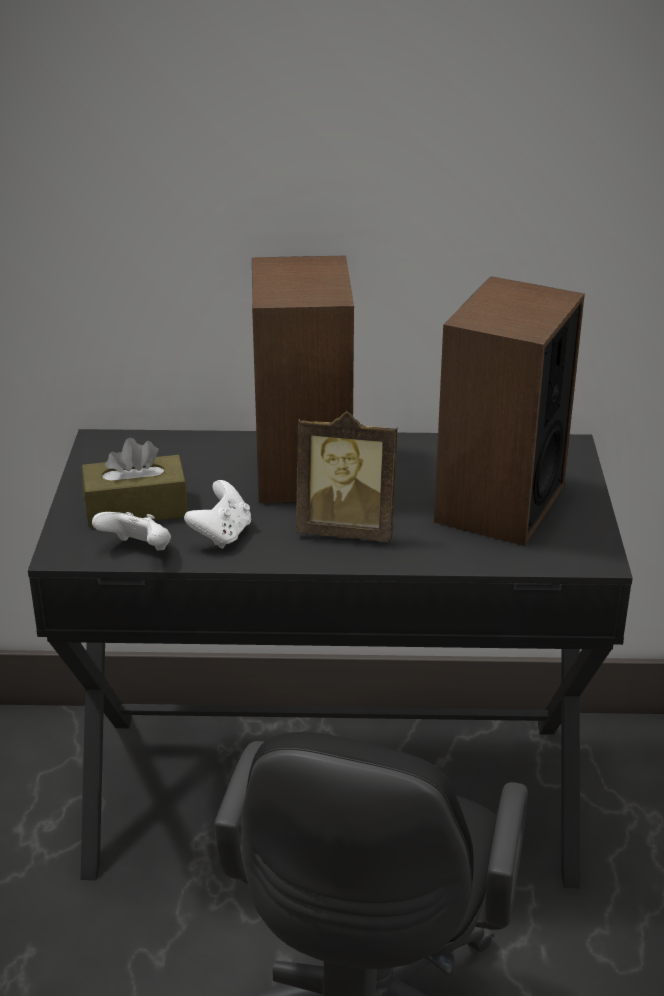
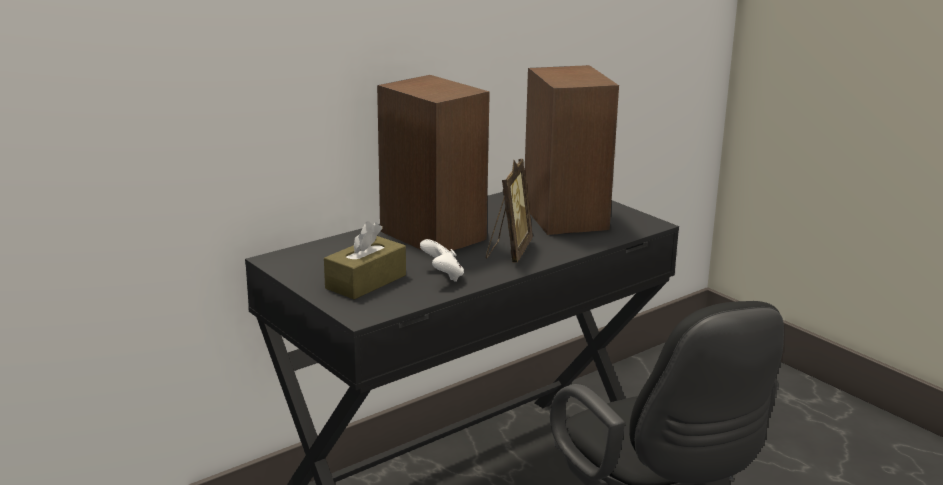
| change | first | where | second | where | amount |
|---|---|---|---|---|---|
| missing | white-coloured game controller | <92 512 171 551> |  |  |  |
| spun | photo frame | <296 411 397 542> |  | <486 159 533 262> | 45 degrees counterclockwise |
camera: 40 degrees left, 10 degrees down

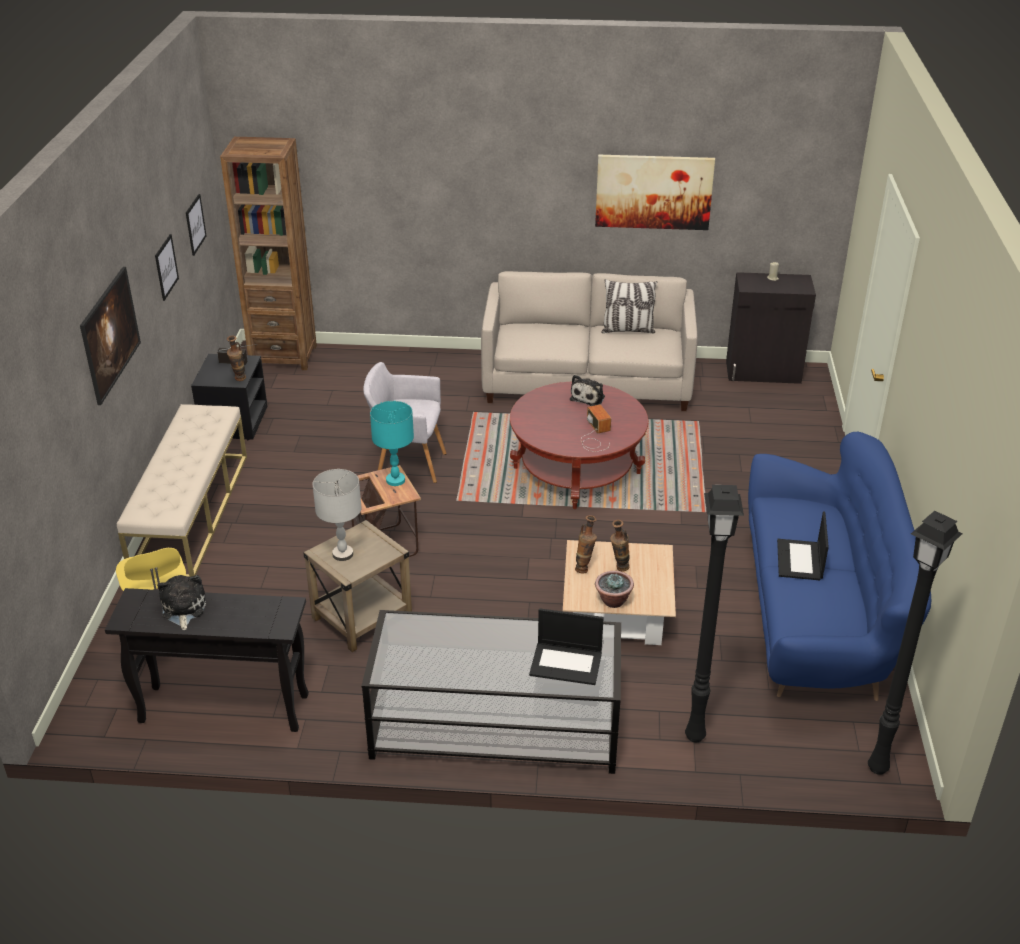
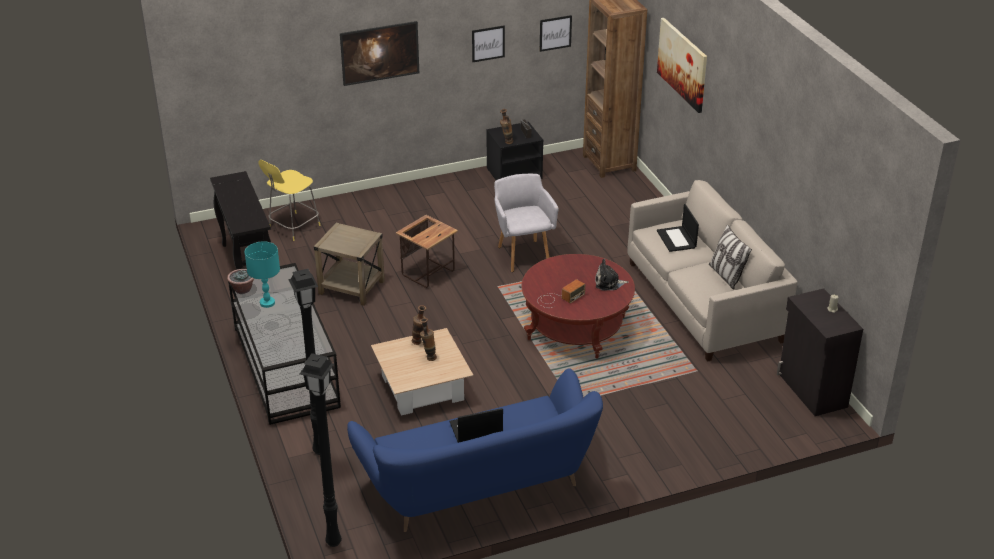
| change | first | where | second | where | amount |
|---|---|---|---|---|---|
| missing | sand-coloured long seat | <117 404 247 577> |  |  |  |
| missing | cuddly toy | <157 575 206 630> |  |  |  |
| missing | greyish lamp for a table | <312 469 362 561> |  |  |  |
| relocated | turquoise lamp for a table | <370 401 414 486> |  | <245 241 280 308> |  |
| relocated | portable computer | <529 608 604 685> |  | <657 204 699 252> |  |
| relocated | picture | <595 155 715 230> |  | <657 18 707 113> |  |
| relocated | potted plant | <595 571 634 608> |  | <227 269 254 294> |  |
camera: 65 degrees right, 0 degrees up

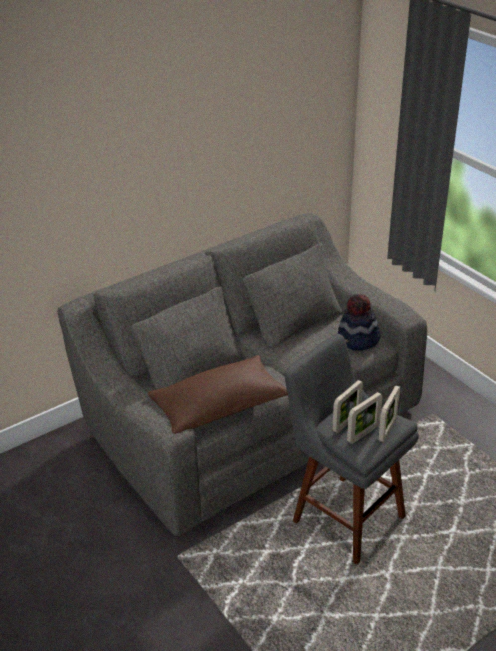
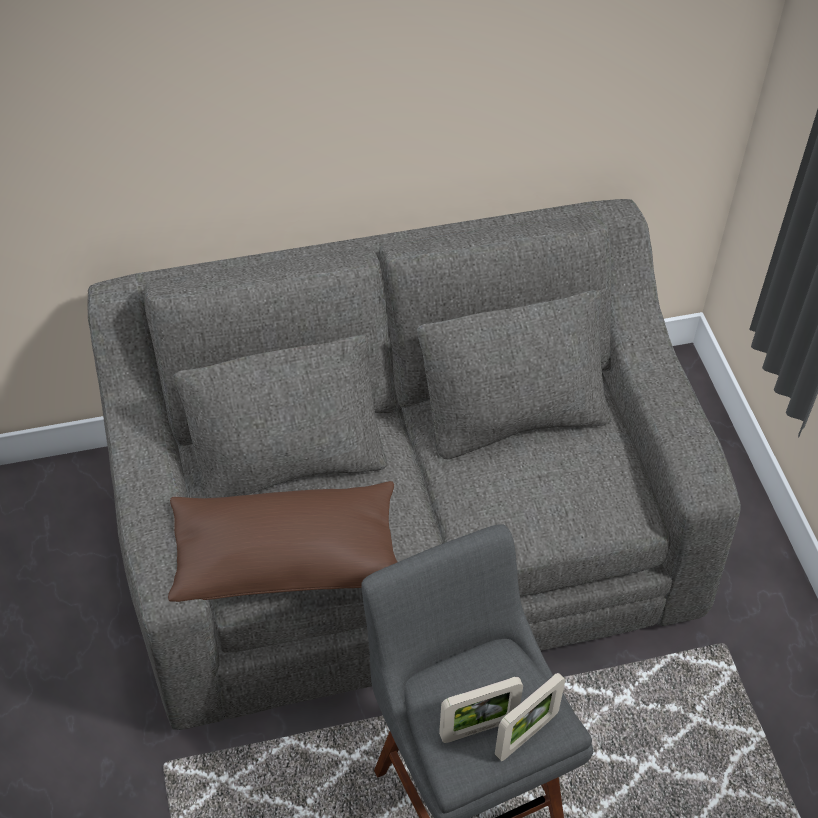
| change | first | where | second | where | amount |
|---|---|---|---|---|---|
| missing | photo frame | <332 380 363 433> |  |  |  |
| missing | hat | <338 294 381 350> |  |  |  |
camera: 20 degrees right, 15 degrees up

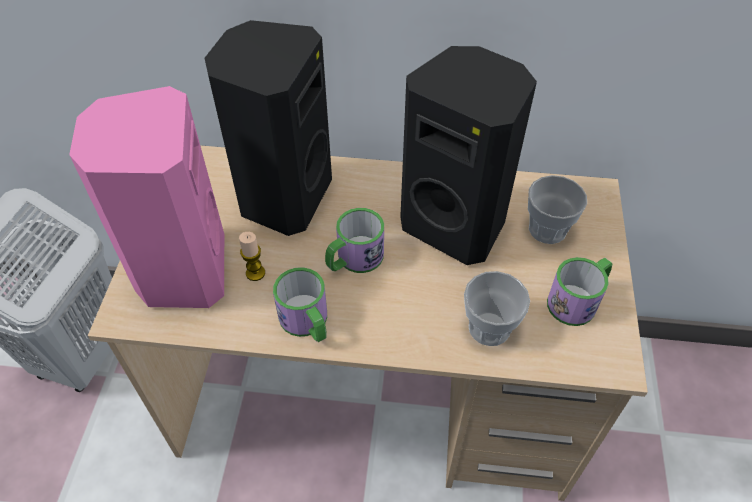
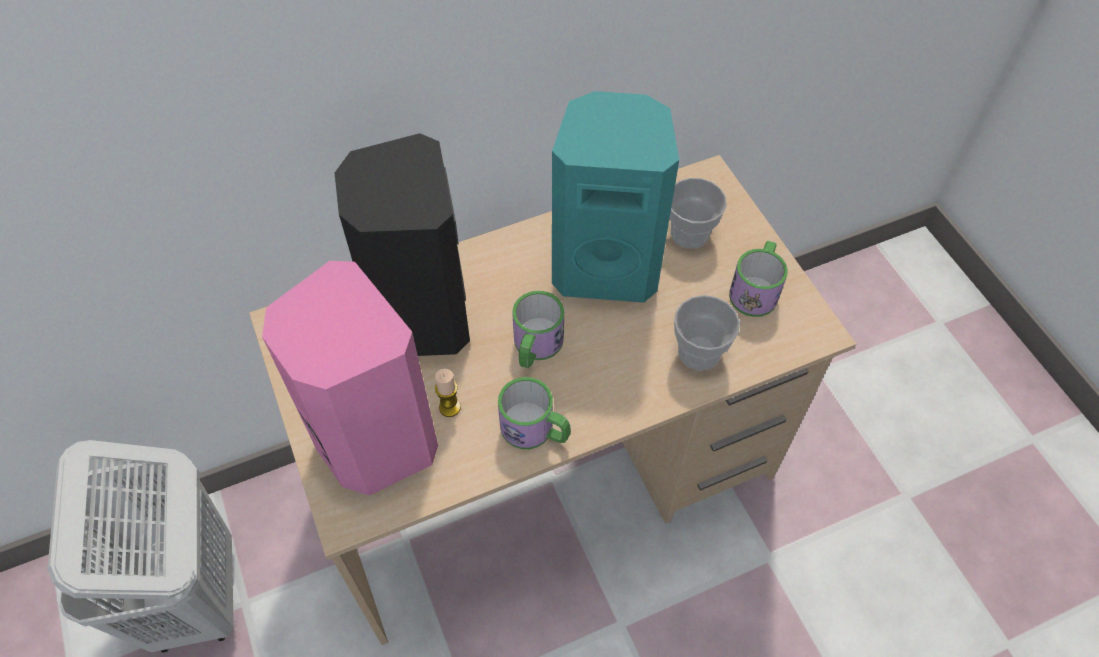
| change | first | where | second | where | amount |
|---|---|---|---|---|---|
| colour | black-coloured speaker | <400 46 537 265> | turquoise speaker | <552 91 679 303> |  |
camera: 30 degrees left, 5 degrees up

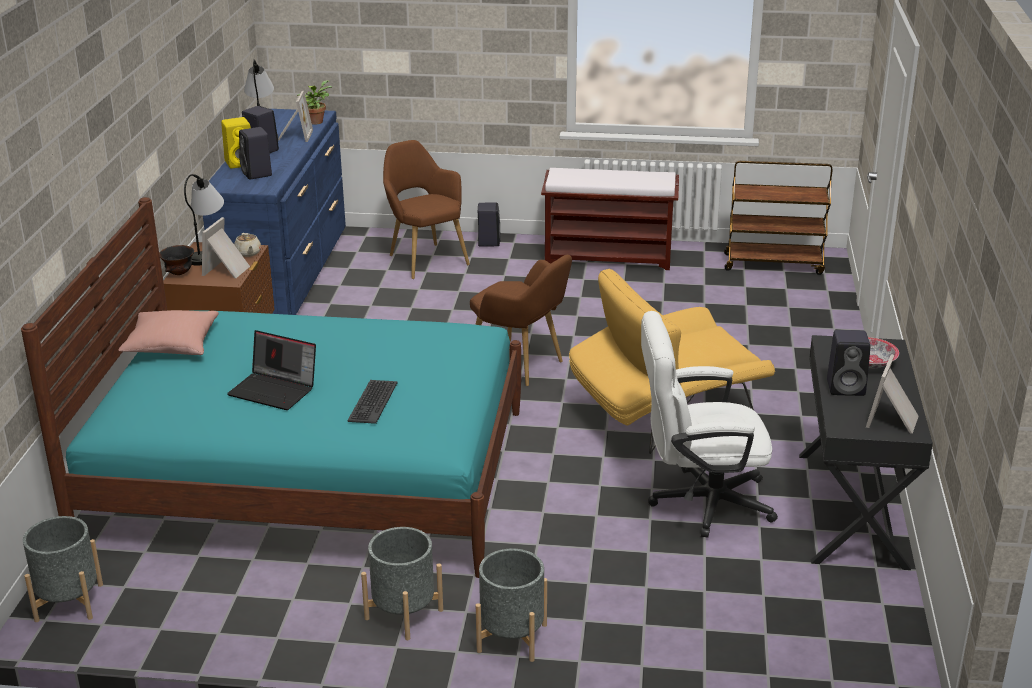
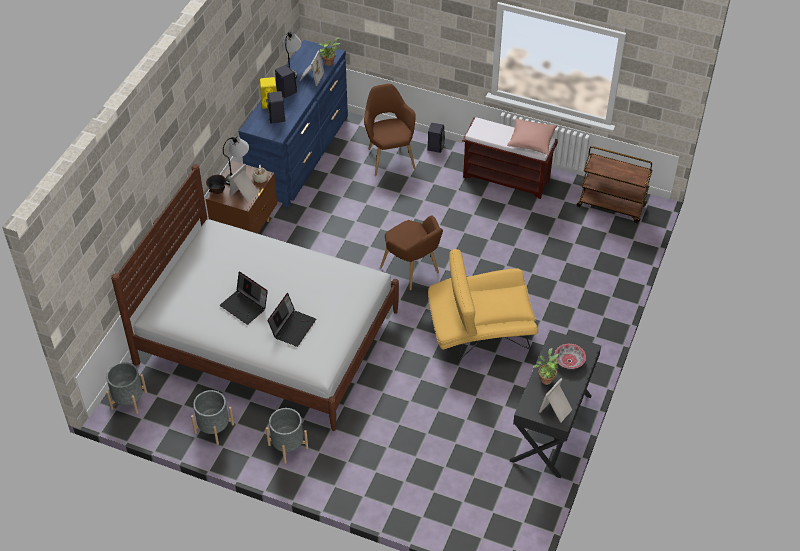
| change | first | where | second | where | amount |
|---|---|---|---|---|---|
| colour | turquoise bedroom bed | <21 197 521 578> | white-coloured bedroom bed | <111 164 399 431> |  |
| relocated | pinkish cushion | <118 310 219 355> |  | <507 118 557 155> |  |
| exchanged | keyboard | <348 380 398 424> | portable computer | <267 293 316 347> |  |
| relocated | greyish planter | <476 548 547 662> |  | <191 390 234 445> |  |
| missing | white-coloured computer chair | <641 311 778 538> |  |  |  |
| exchanged | black-coloured speaker | <827 330 871 396> | potted plant | <533 348 559 385> |  |
camera: 15 degrees right, 20 degrees up

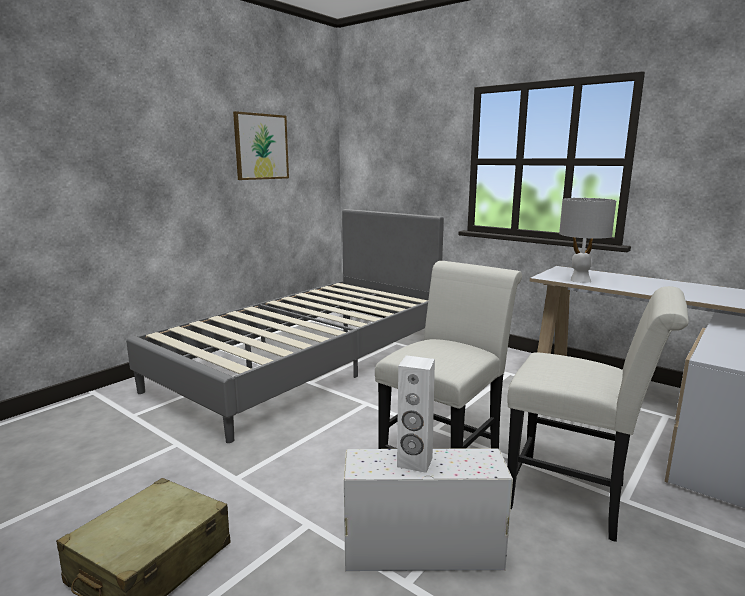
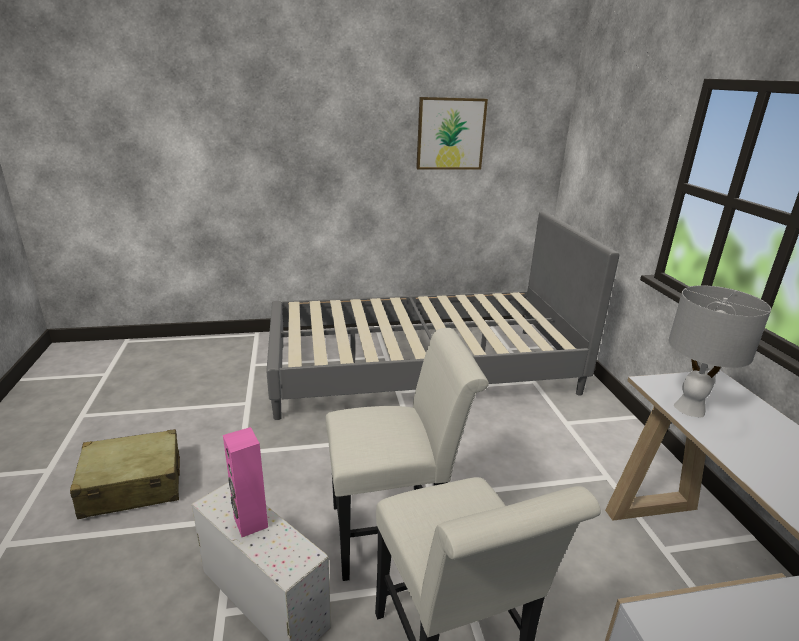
| change | first | where | second | where | amount |
|---|---|---|---|---|---|
| colour | white-coloured speaker | <397 355 435 473> | pinkish speaker | <223 427 268 537> |  |
camera: 40 degrees right, 10 degrees up

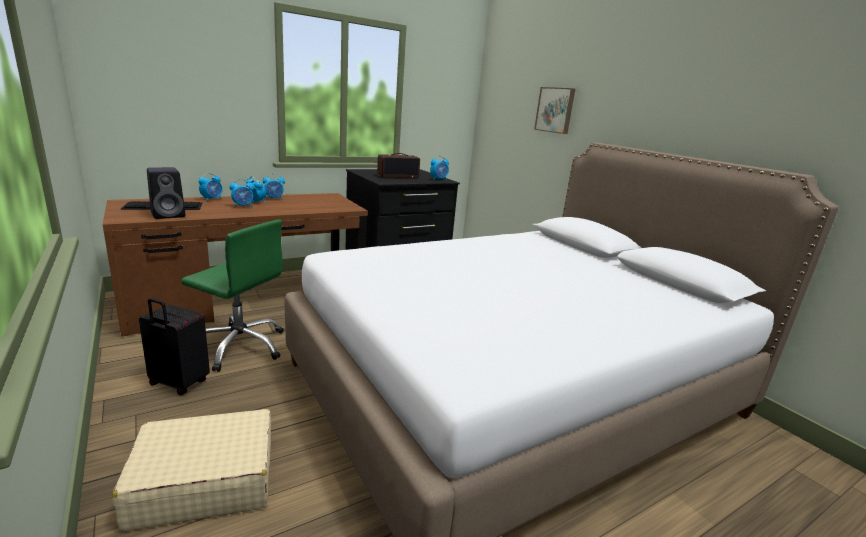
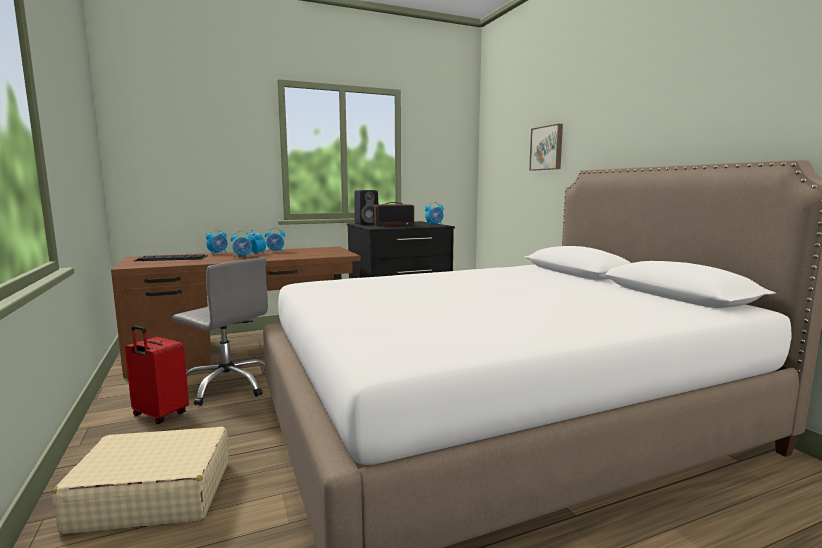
| change | first | where | second | where | amount |
|---|---|---|---|---|---|
| colour | black-coloured suitcase | <139 298 210 395> | red-coloured suitcase | <125 325 189 424> |  |
| relocated | black-coloured speaker | <147 167 185 219> |  | <354 190 379 225> |  |
| colour | green computer chair | <181 220 284 372> | greyish computer chair | <172 258 268 406> |  |
camera: 10 degrees right, 10 degrees down

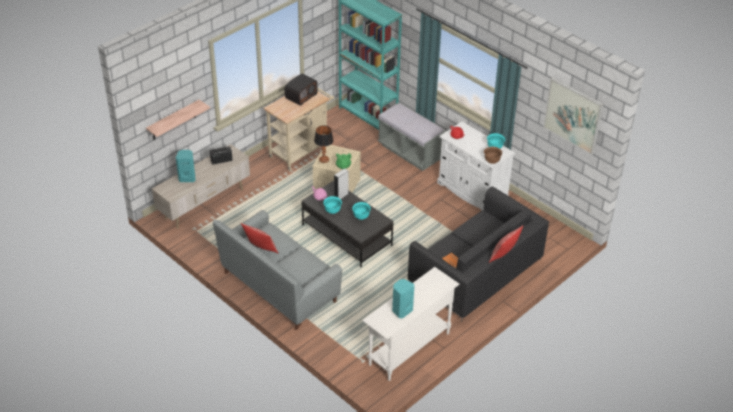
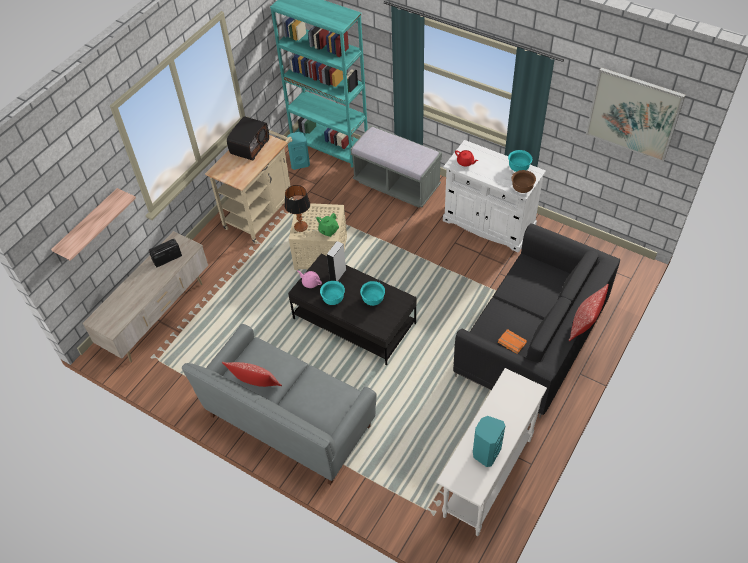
| change | first | where | second | where | amount |
|---|---|---|---|---|---|
| relocated | turquoise speaker | <176 150 196 182> |  | <287 132 310 170> |  |
camera: 10 degrees left, 10 degrees up

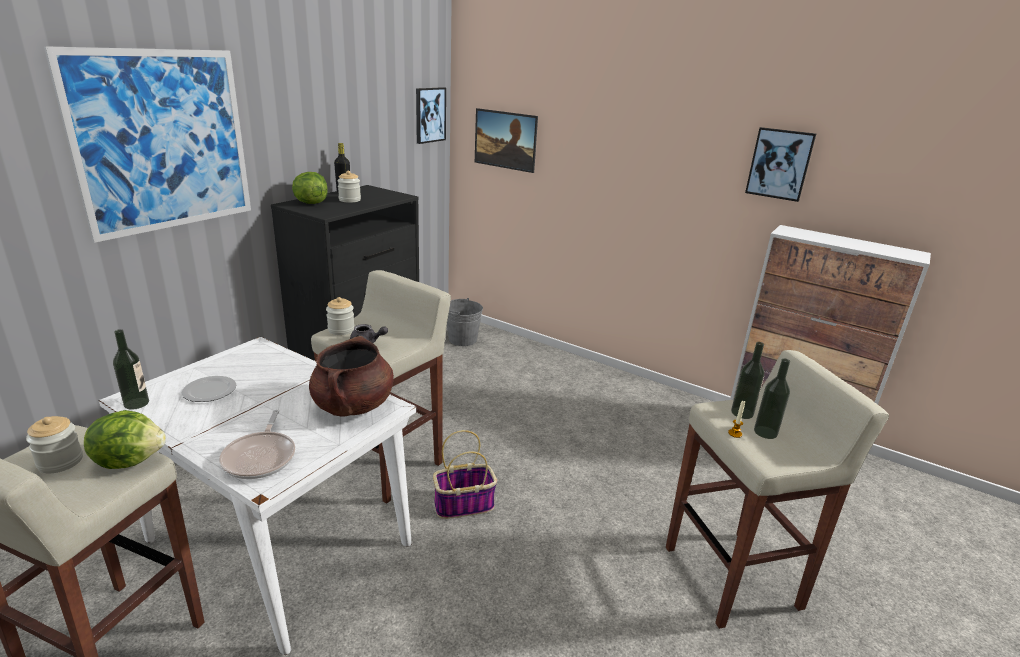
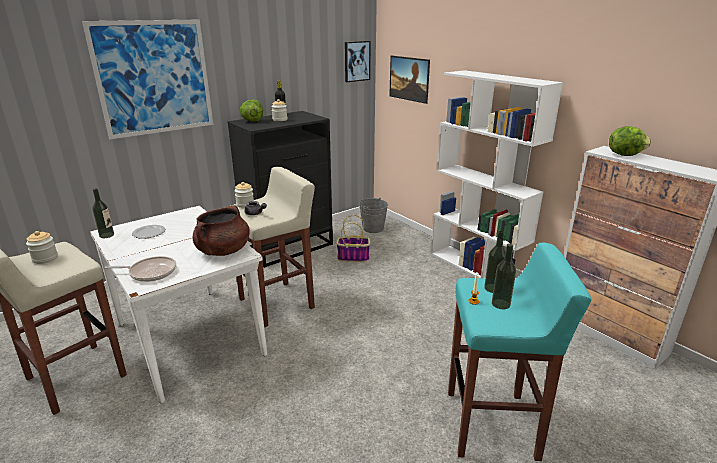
| change | first | where | second | where | amount |
|---|---|---|---|---|---|
| relocated | lettuce head | <84 410 166 469> |  | <609 126 651 156> |  |
| spun | pan | <219 410 295 479> |  | <105 256 176 282> | 105 degrees counterclockwise |
| relocated | storage basket | <433 430 497 519> |  | <336 215 370 262> |  |
| colour | sand-coloured stool | <666 350 889 629> | turquoise stool | <448 243 591 461> |  |
| missing | picture | <745 127 816 202> |  |  |  |
| appeared |  |  | white-coloured bookcase | <431 70 563 279> |  |
camera: 20 degrees right, 0 degrees up

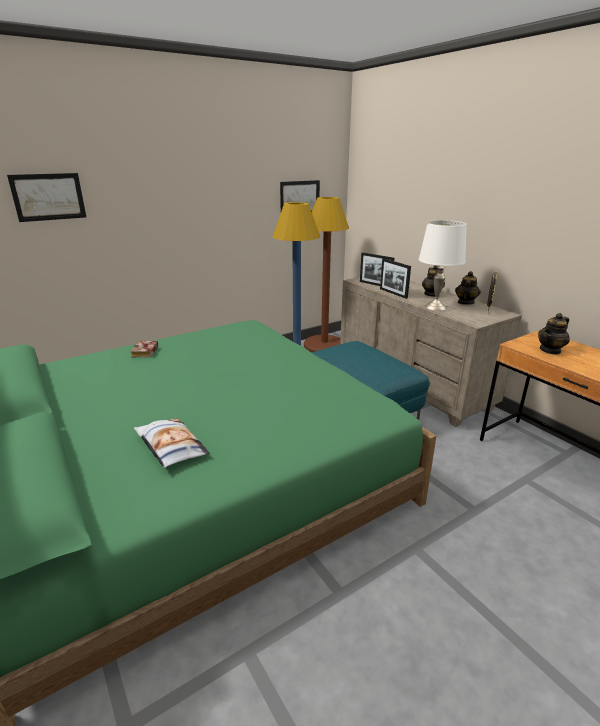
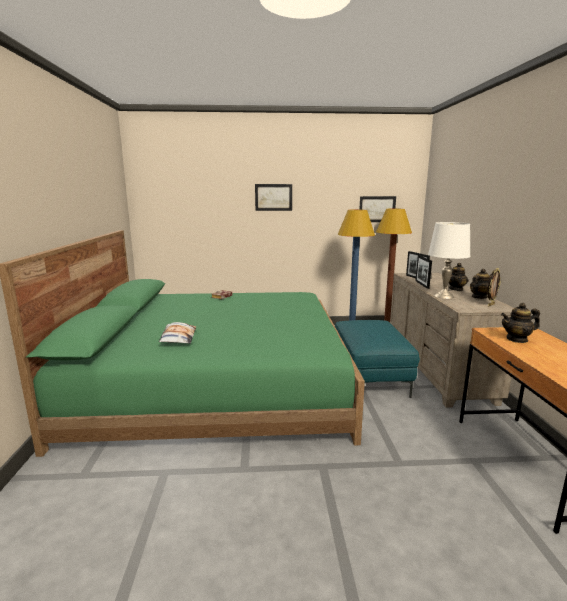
| change | first | where | second | where | amount |
|---|---|---|---|---|---|
| relocated | picture | <7 173 86 222> |  | <255 184 292 211> |  |
camera: 30 degrees right, 10 degrees down

